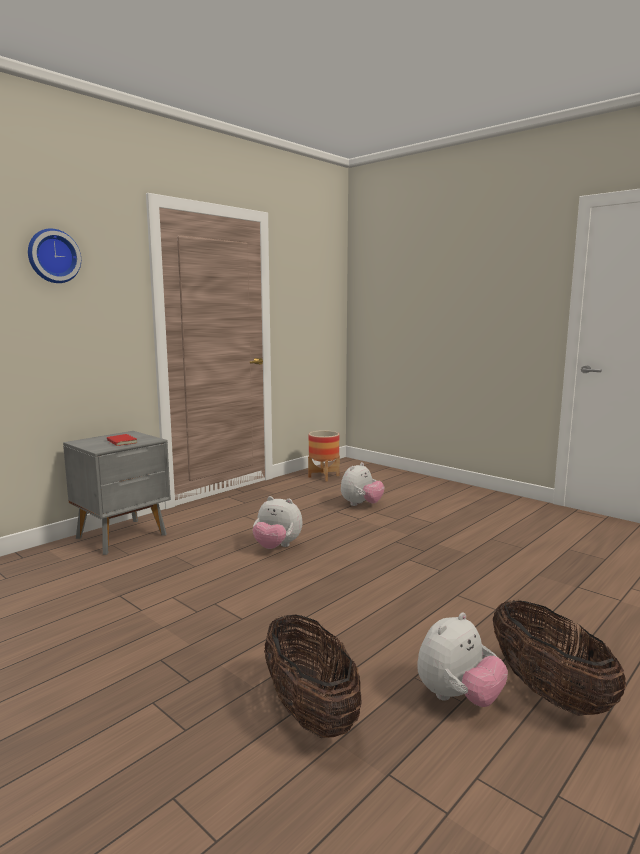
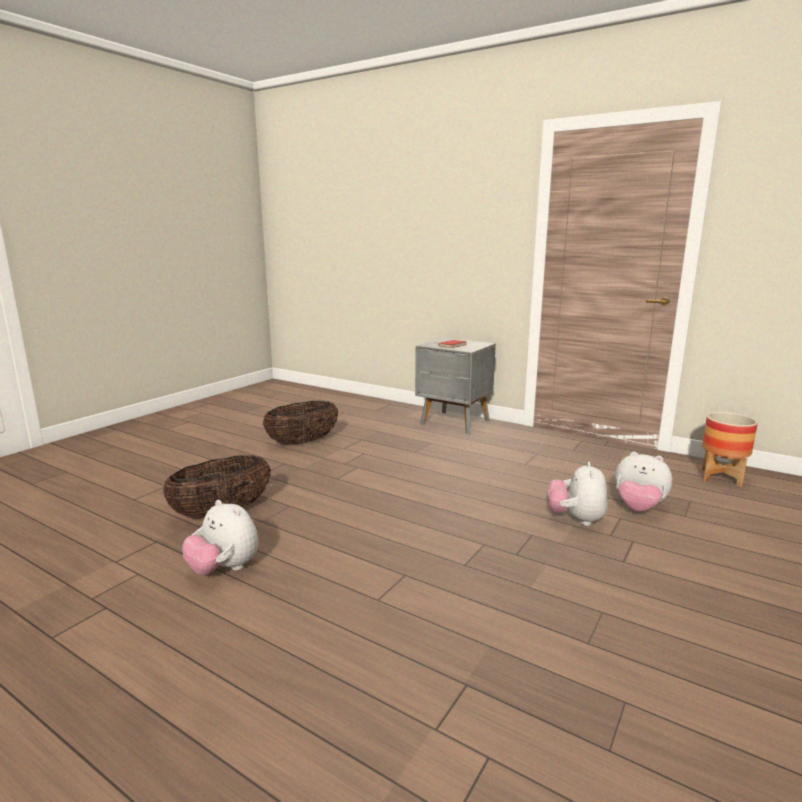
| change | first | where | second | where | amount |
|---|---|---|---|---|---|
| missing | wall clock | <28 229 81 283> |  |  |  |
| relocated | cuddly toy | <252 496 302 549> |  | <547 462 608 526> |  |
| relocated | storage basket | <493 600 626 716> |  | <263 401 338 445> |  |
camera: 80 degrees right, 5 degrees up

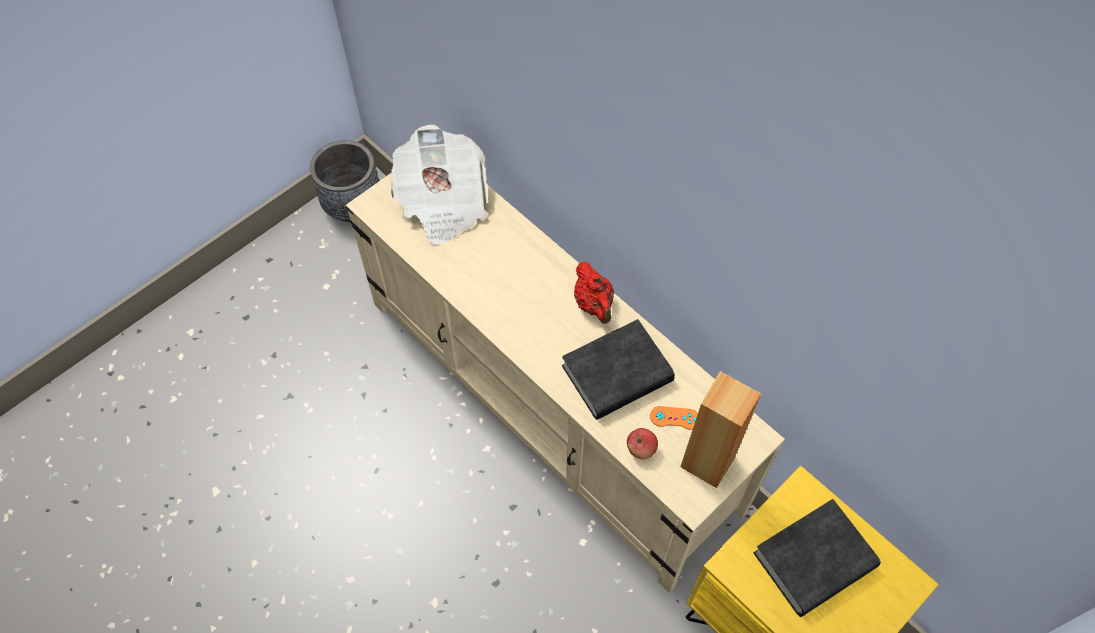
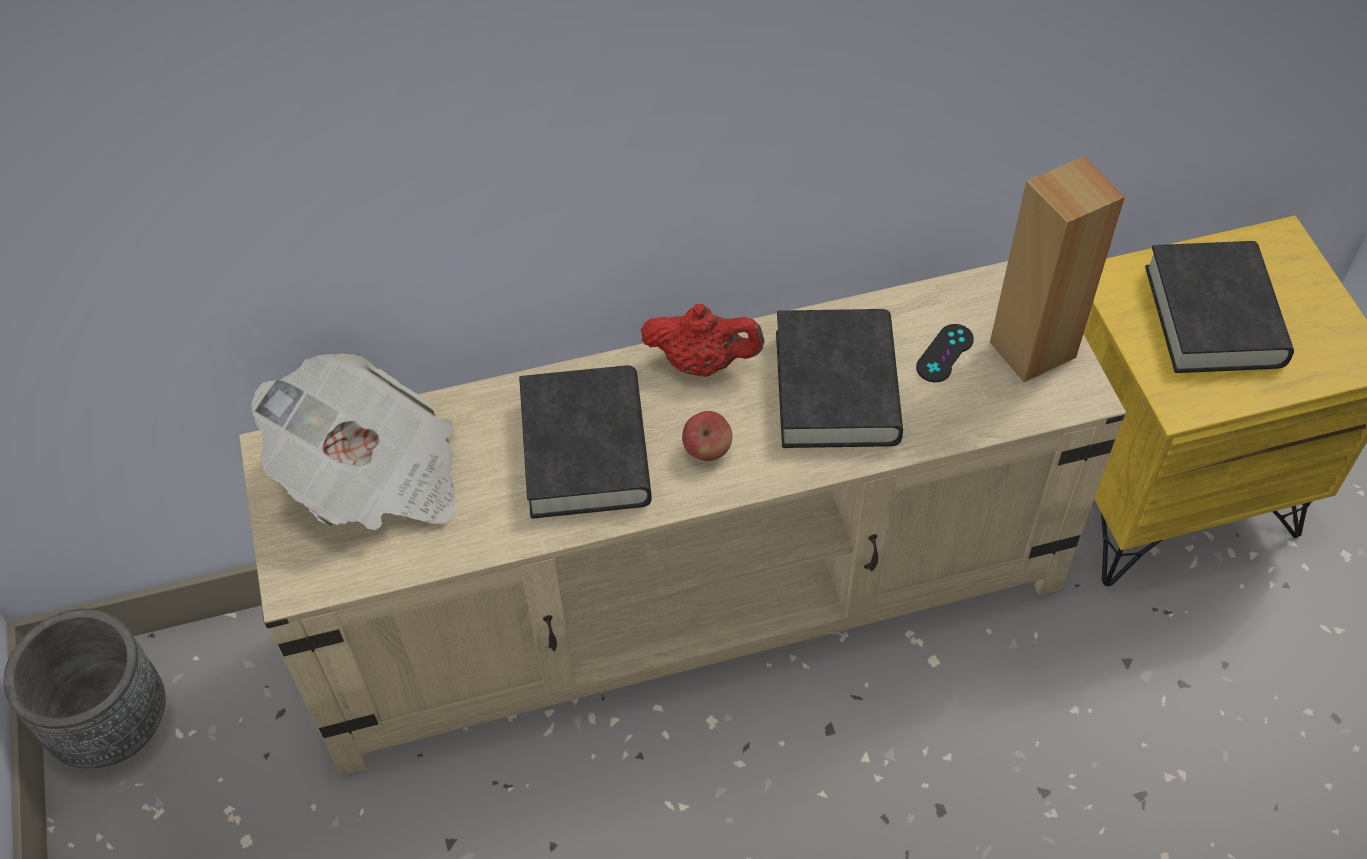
| change | first | where | second | where | amount |
|---|---|---|---|---|---|
| relocated | apple | <627 428 658 459> |  | <682 411 732 461> |  |
| colour | orangey game controller | <650 406 698 429> | black-coloured game controller | <916 324 974 382> |  |
| appeared |  |  | black-coloured volume | <519 365 652 519> |  |
camera: 60 degrees left, 5 degrees down

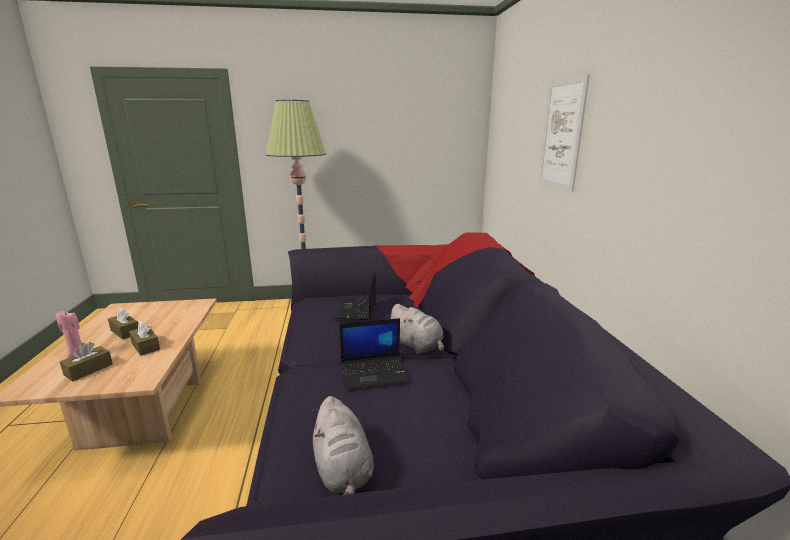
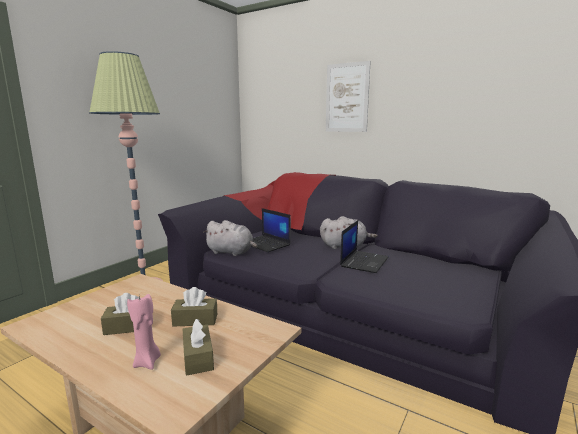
| change | first | where | second | where | amount |
|---|---|---|---|---|---|
| relocated | greyish cuddly toy | <312 396 374 495> |  | <203 220 257 256> |  |
camera: 50 degrees left, 5 degrees down

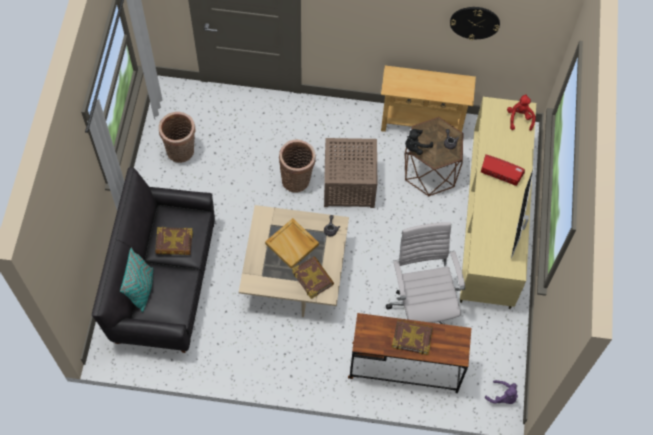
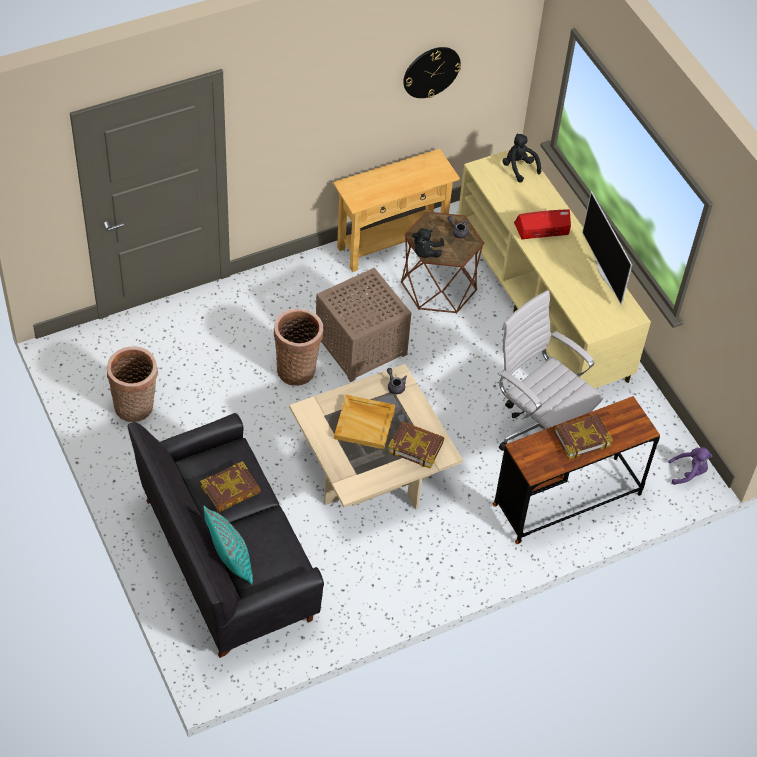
| change | first | where | second | where | amount |
|---|---|---|---|---|---|
| colour | red-coloured cuddly toy | <507 94 536 131> | black-coloured cuddly toy | <502 133 541 183> |  |
camera: 35 degrees left, 10 degrees down

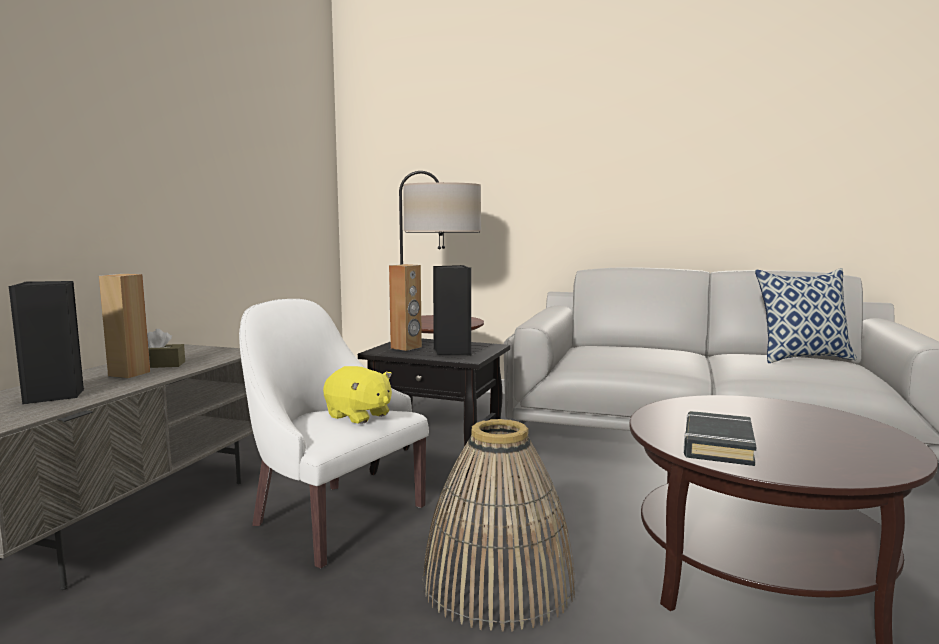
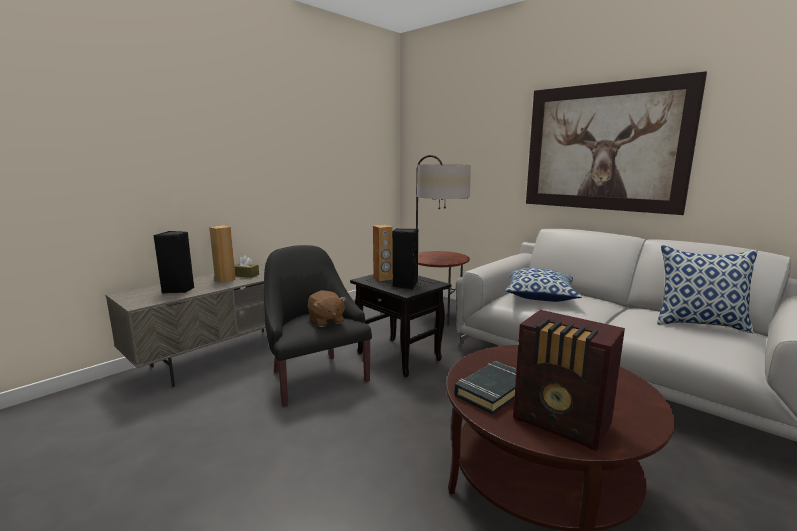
| change | first | where | second | where | amount |
|---|---|---|---|---|---|
| colour | white-coloured easy chair | <239 299 429 568> | black-coloured easy chair | <264 245 372 406> |  |
| colour | yellow cuddly toy | <323 366 392 424> | brownish cuddly toy | <308 290 346 327> |  |
| missing | storage basket | <422 419 575 631> |  |  |  |
| appeared |  |  | cushion | <506 268 582 302> |  |
| appeared |  |  | radio receiver | <513 310 625 451> |  |
| appeared |  |  | picture | <526 71 707 215> |  |
camera: 25 degrees right, 5 degrees up

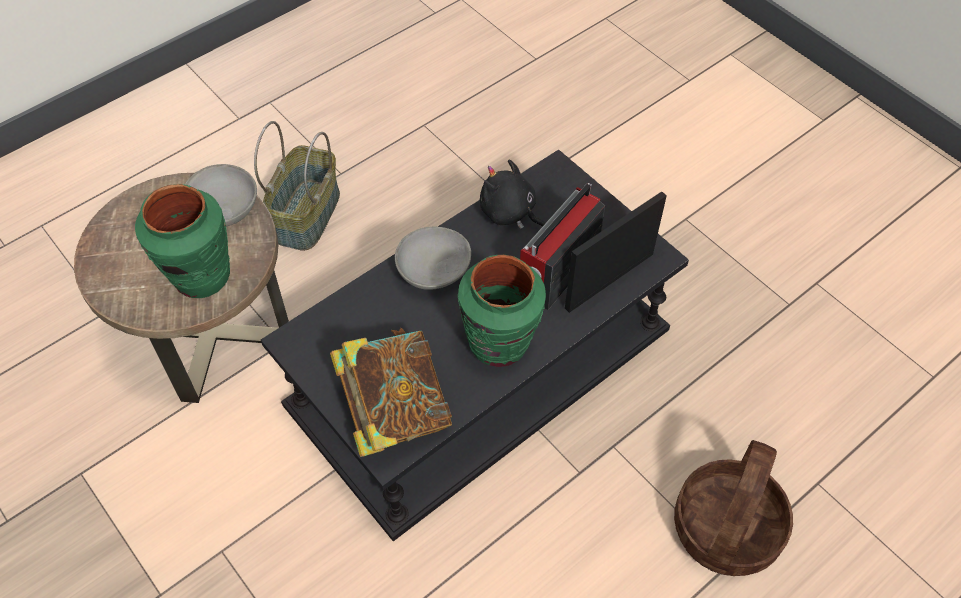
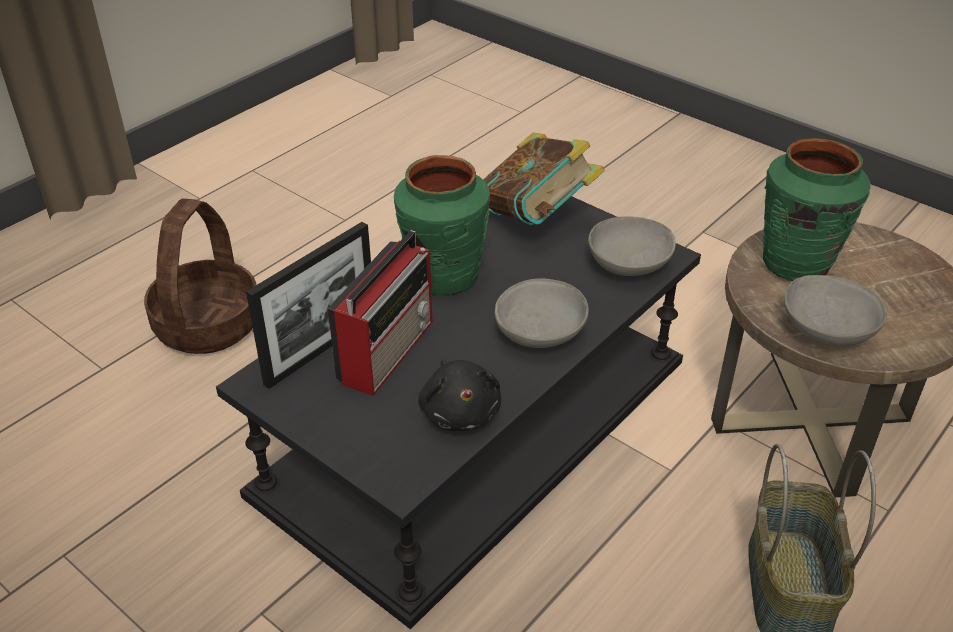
| change | first | where | second | where | amount |
|---|---|---|---|---|---|
| spun | black-coloured cuddly toy | <480 160 545 229> |  | <418 360 501 431> | 45 degrees clockwise |
| appeared |  |  | greyish deep dish | <588 216 676 276> |  |
camera: 170 degrees right, 15 degrees down

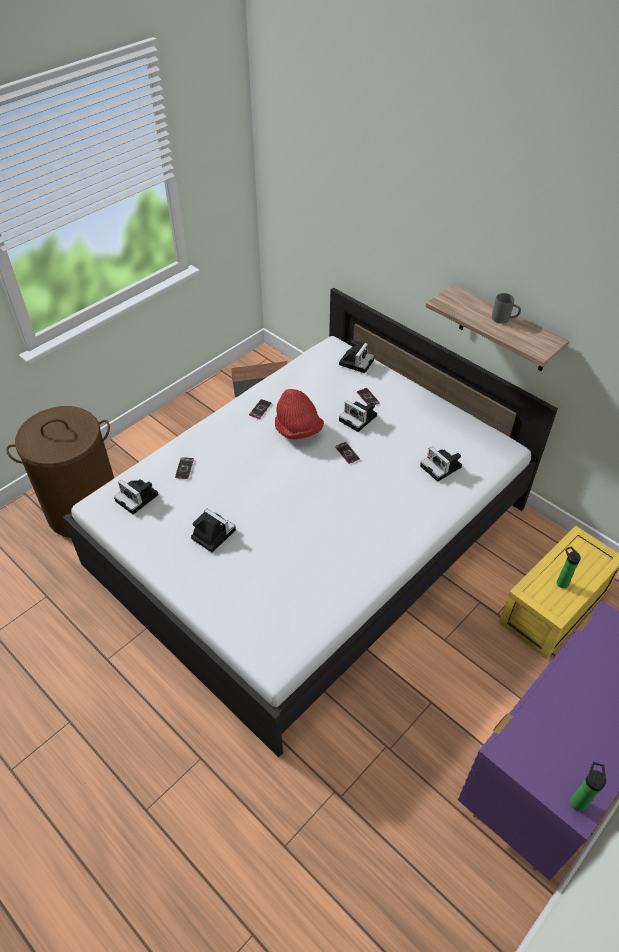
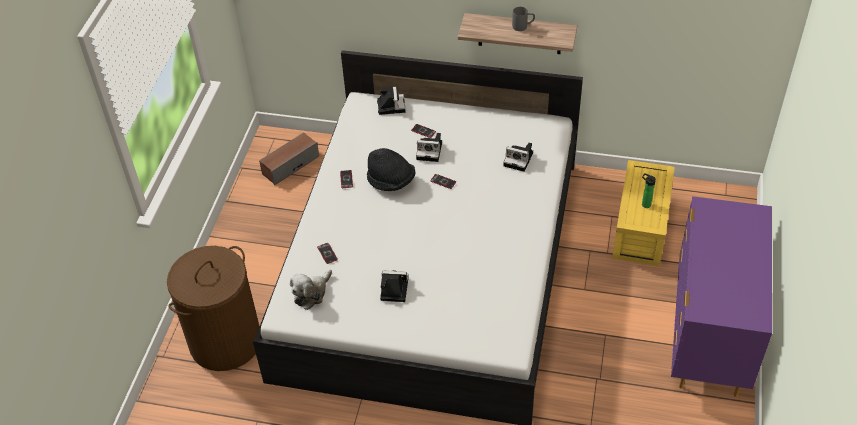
| change | first | where | second | where | amount |
|---|---|---|---|---|---|
| exchanged | photo camera | <114 479 159 515> | cuddly toy | <290 269 332 310> |  |
| colour | red-coloured hat | <275 389 324 439> | black-coloured hat | <367 148 415 191> |  |
| missing | bottle | <570 762 606 812> |  |  |  |
camera: 30 degrees left, 0 degrees up

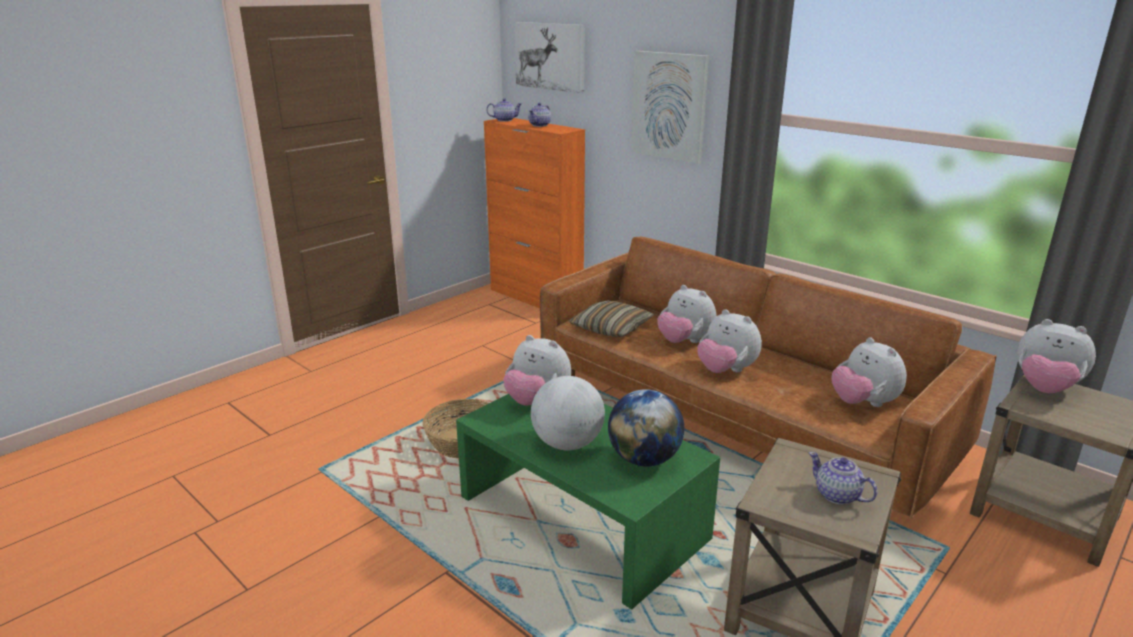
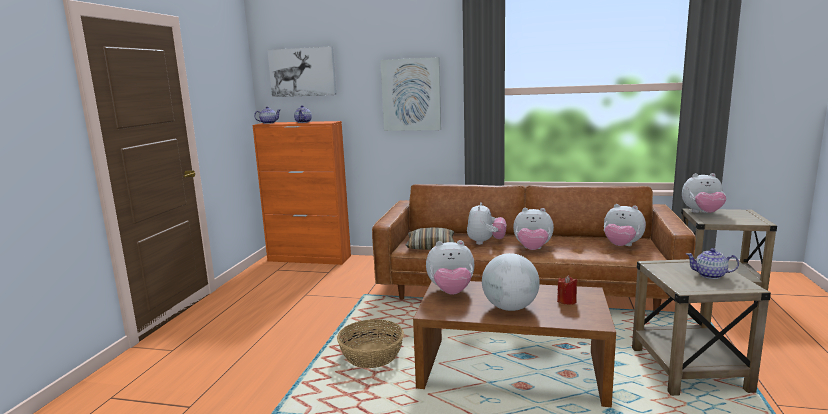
| change | first | where | second | where | amount |
|---|---|---|---|---|---|
| colour | green lounge table | <456 394 720 610> | brownish lounge table | <413 281 616 407> |  |
| exchanged | world globe | <608 389 684 467> | red-coloured wax light | <557 275 577 305> |  |
| spun | cuddly toy | <658 285 716 343> |  | <467 202 506 245> | 90 degrees counterclockwise |
camera: 30 degrees left, 10 degrees down

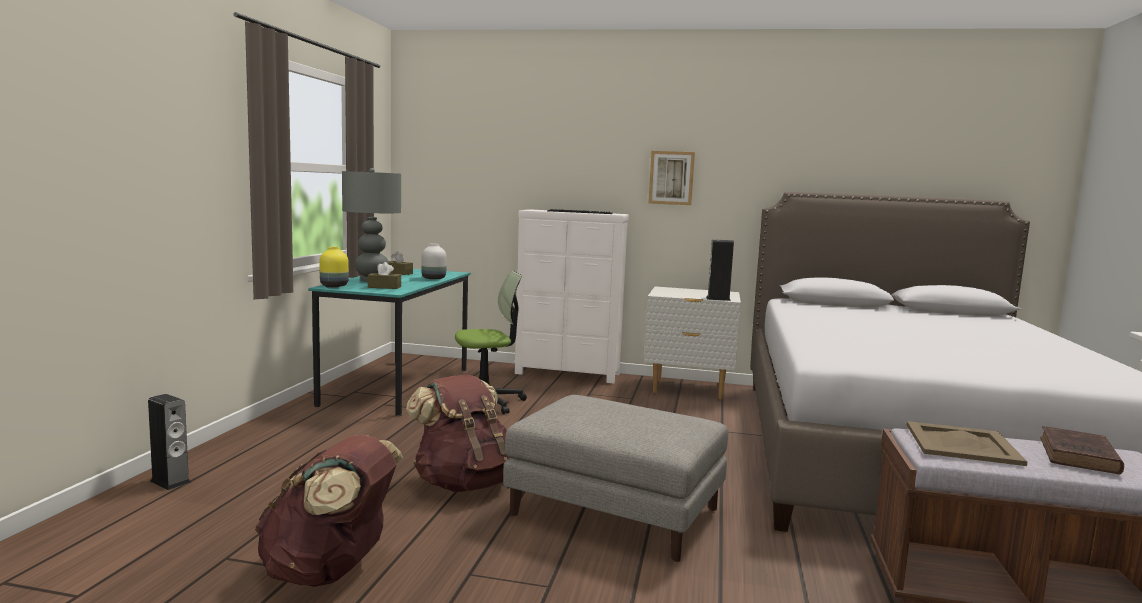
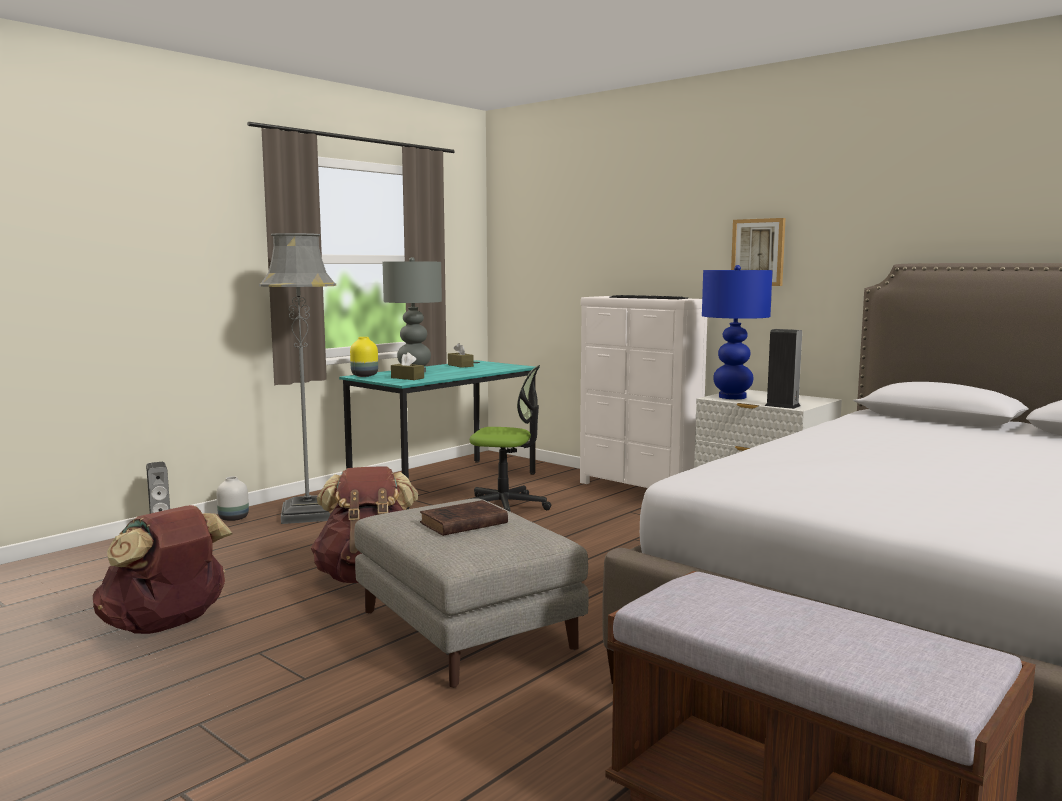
| change | first | where | second | where | amount |
|---|---|---|---|---|---|
| relocated | white-coloured flower vase | <421 244 447 279> |  | <217 476 249 521> |  |
| missing | sand-coloured tray | <907 421 1028 466> |  |  |  |
| relocated | brownish volume | <1040 426 1124 474> |  | <420 500 508 536> |  |
| appeared |  |  | greyish floor lamp | <259 233 336 524> |  |
| appeared |  |  | blue-coloured lamp for a table | <702 265 773 399> |  |
camera: 30 degrees right, 0 degrees up

